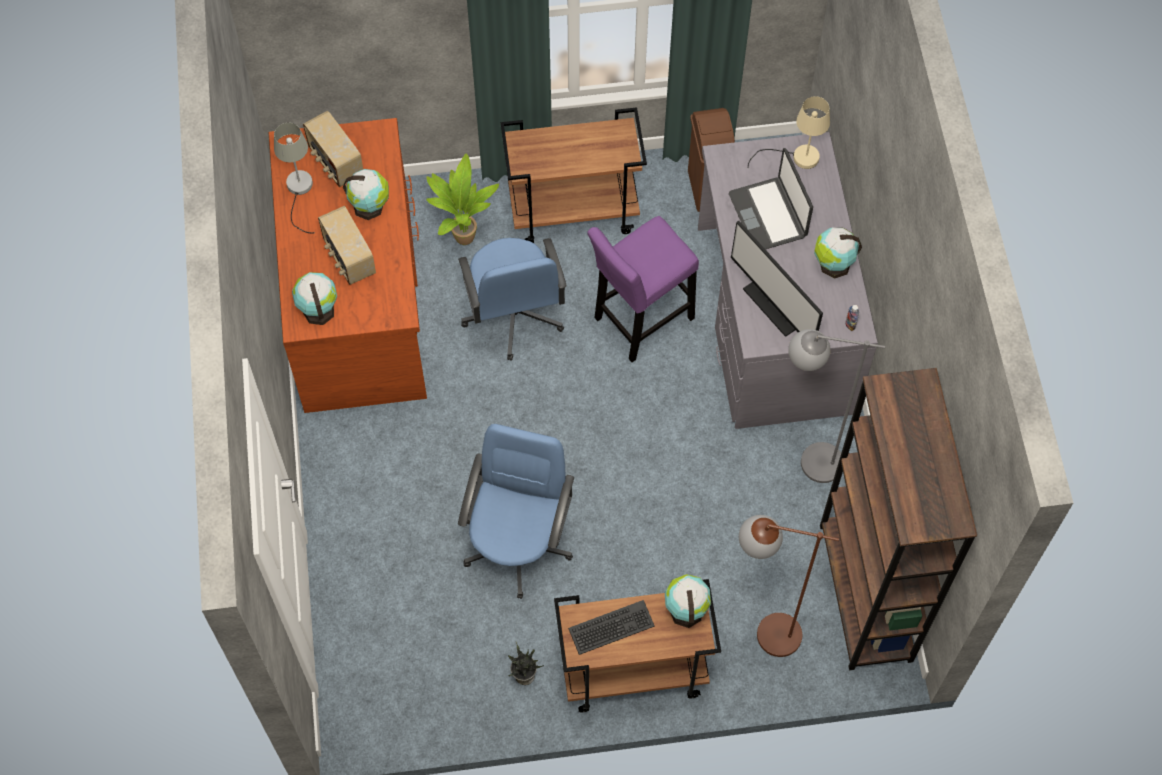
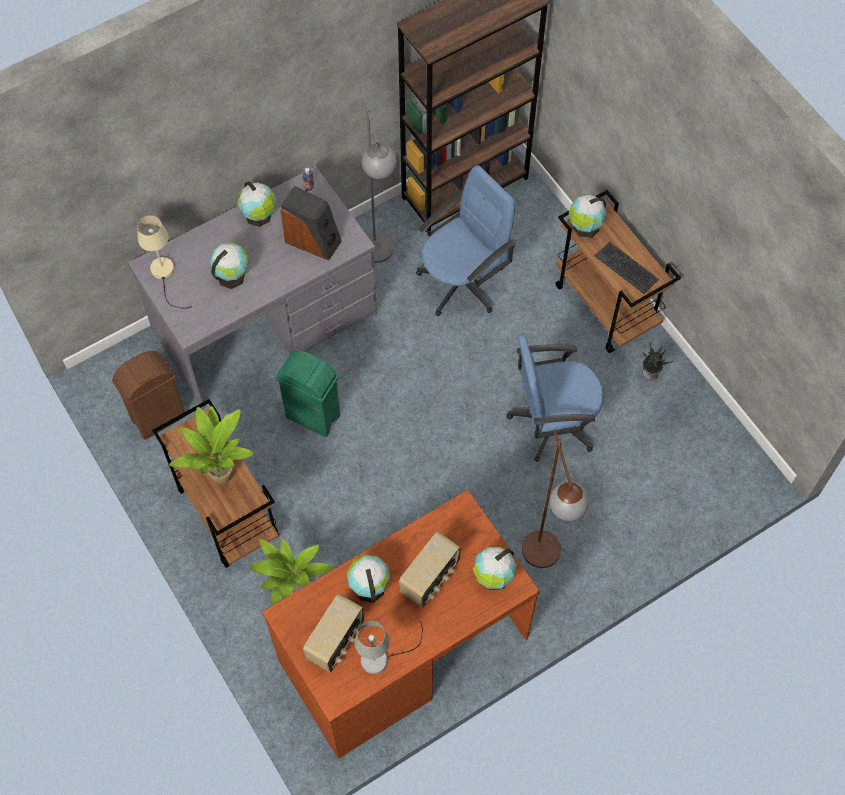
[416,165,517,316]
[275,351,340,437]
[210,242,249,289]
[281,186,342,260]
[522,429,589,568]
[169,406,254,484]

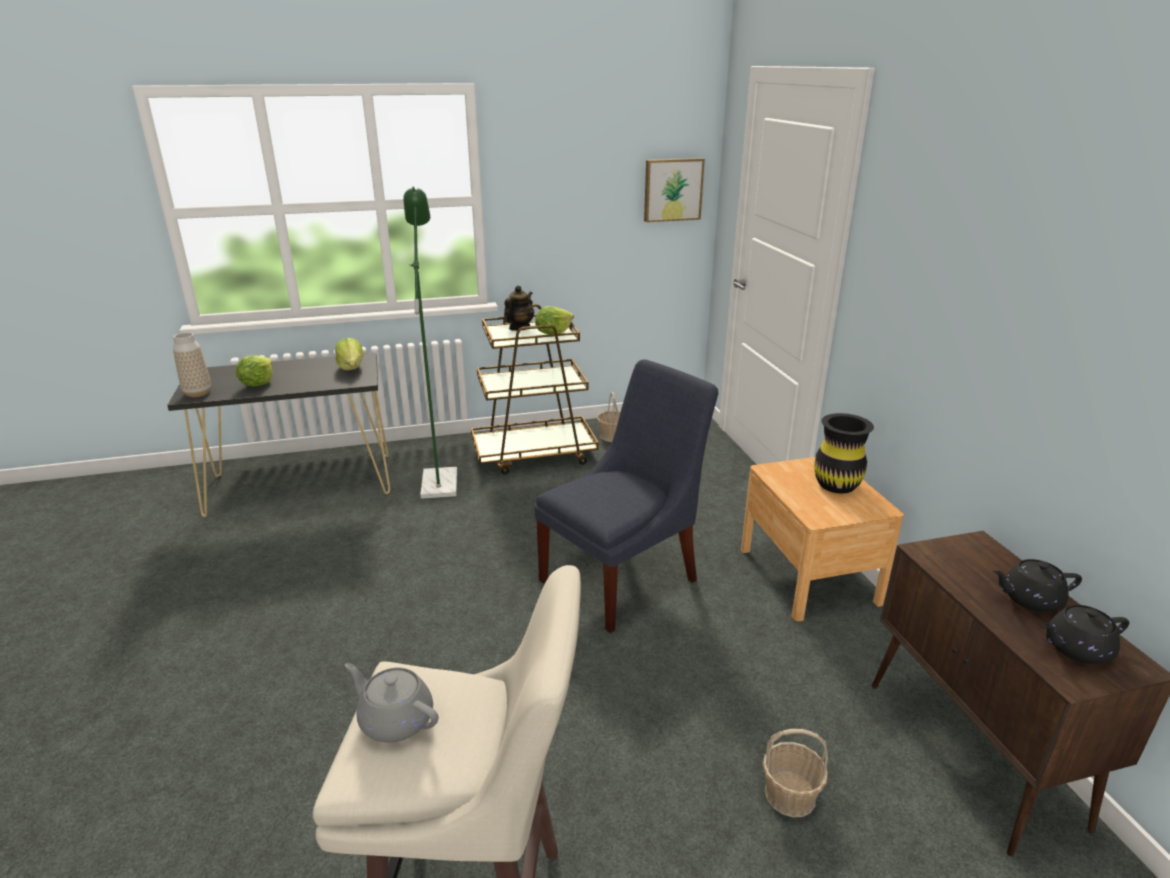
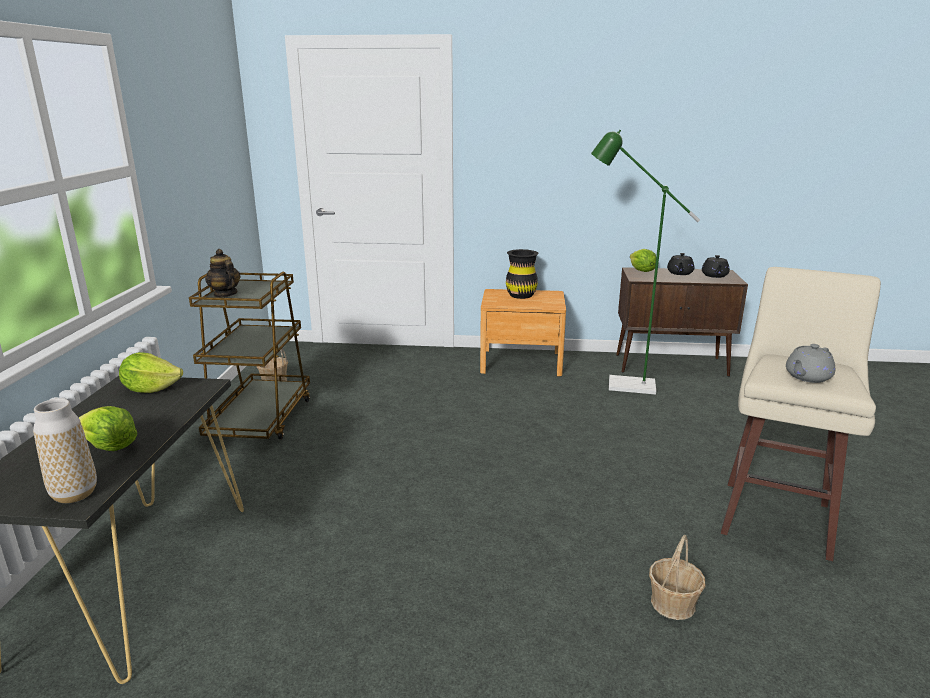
[591,130,700,395]
[534,359,718,633] (first image)
[630,249,656,272]
[644,158,705,222] (first image)
[649,535,705,620]

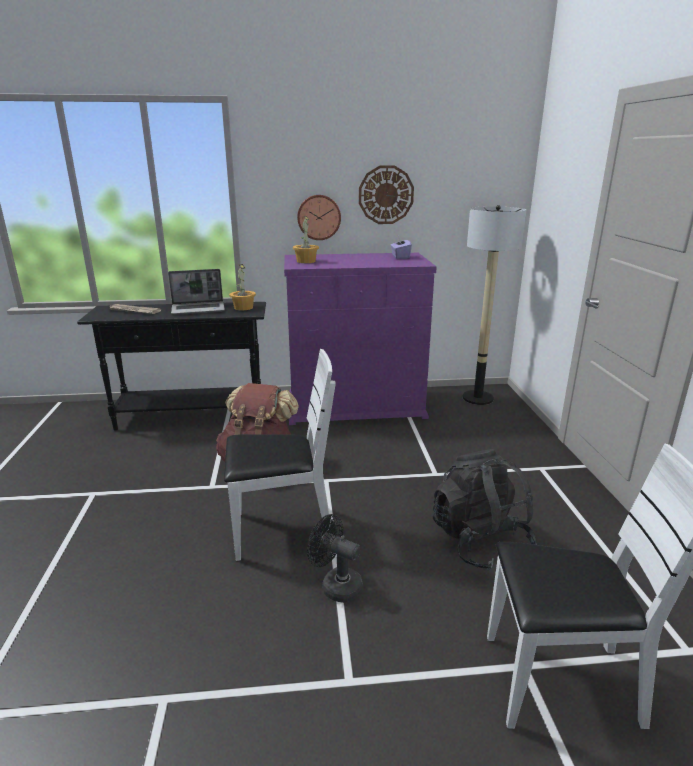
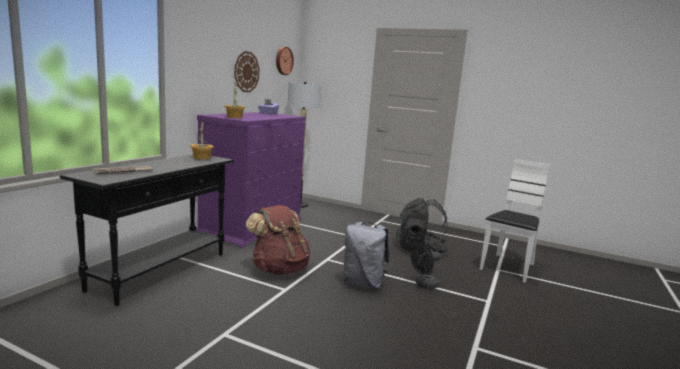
[168,269,225,315] (first image)
[343,222,390,289]
[276,47,294,75]

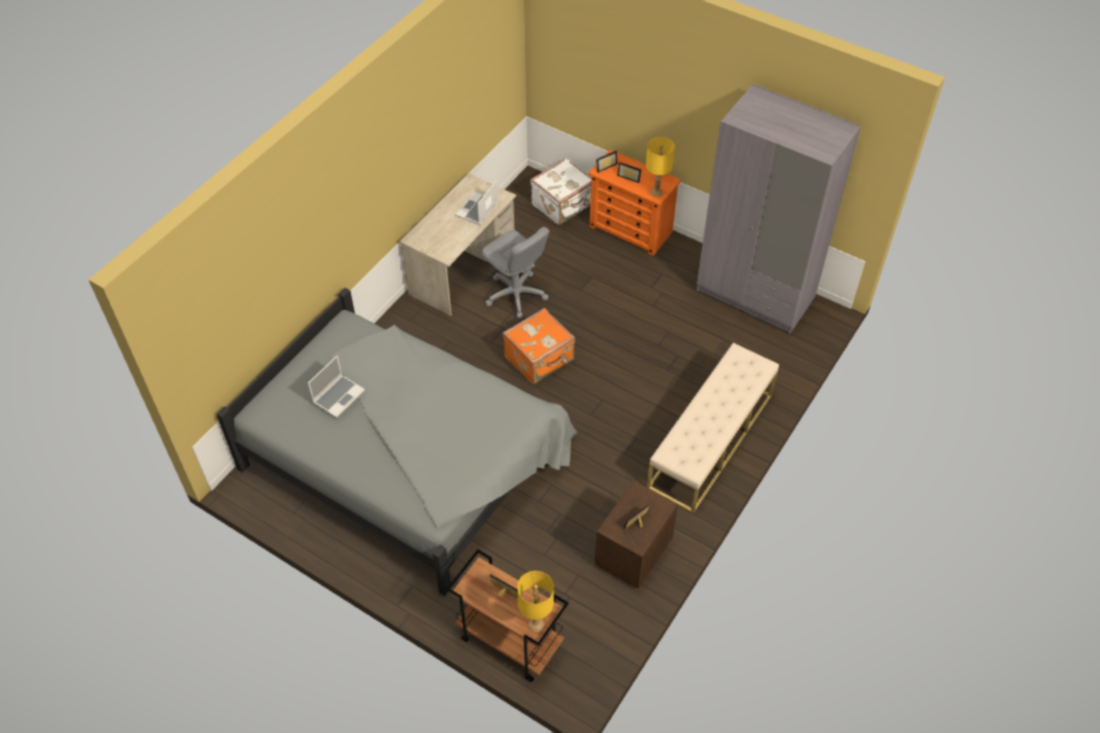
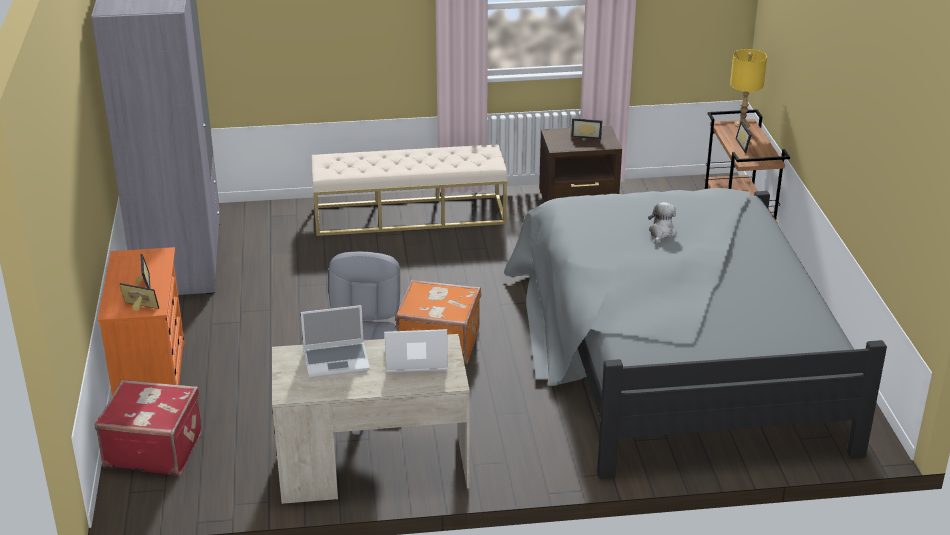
[385,329,448,373]
[95,380,202,476]
[646,137,675,197] (first image)
[648,202,676,244]

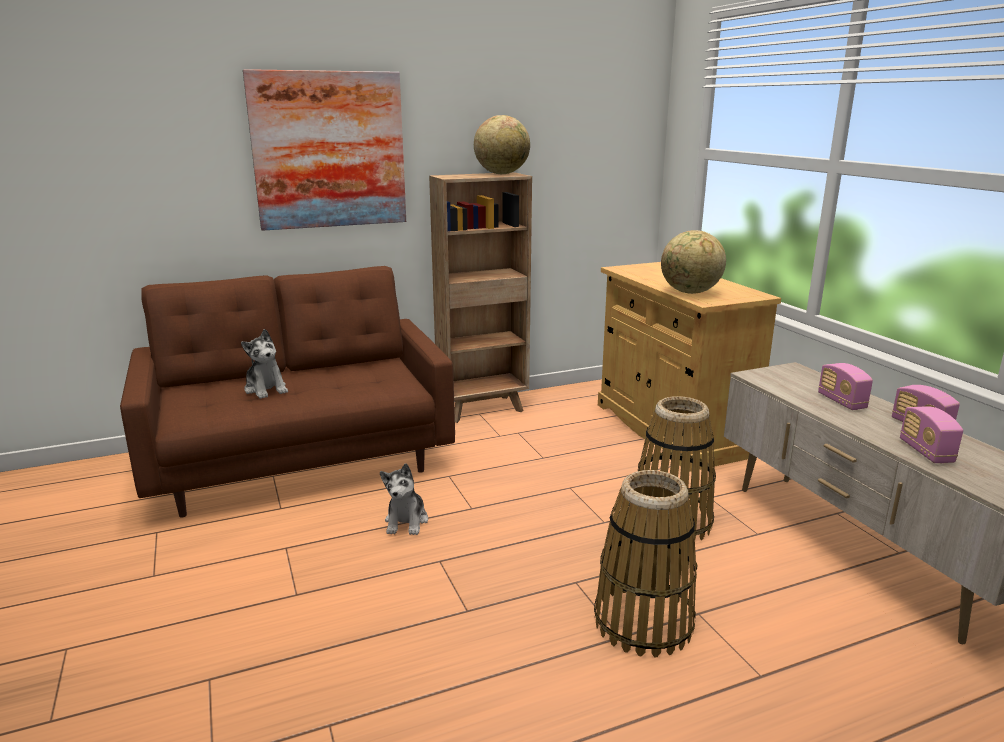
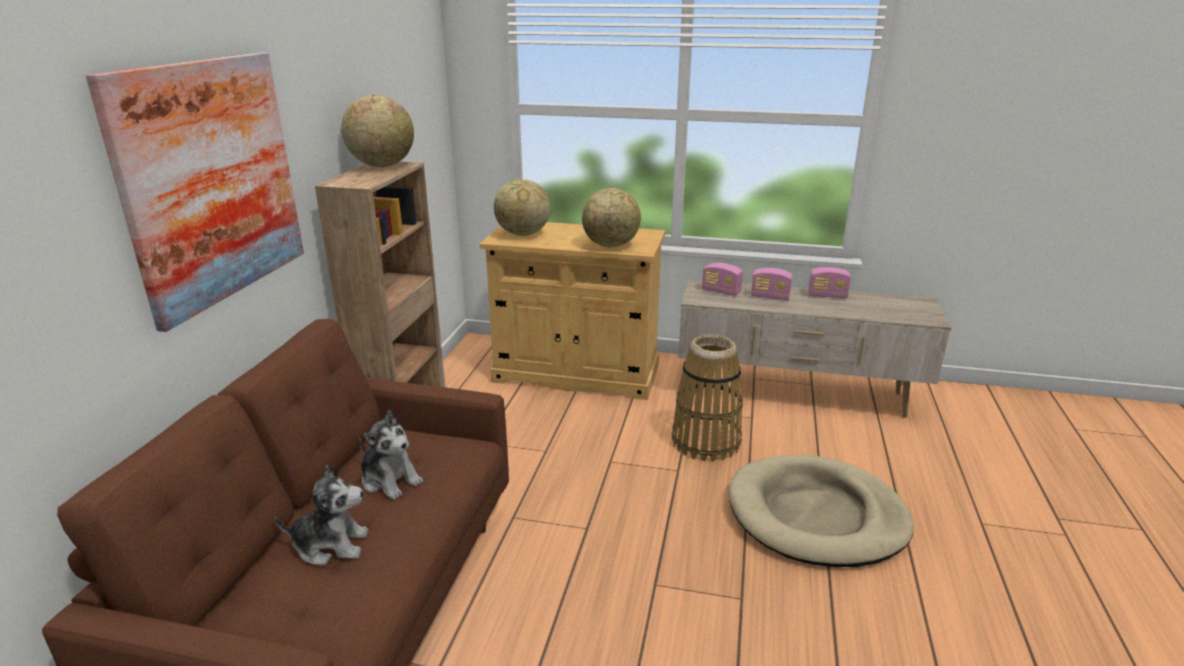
[359,410,423,500]
[728,455,914,567]
[702,263,743,296]
[494,179,550,236]

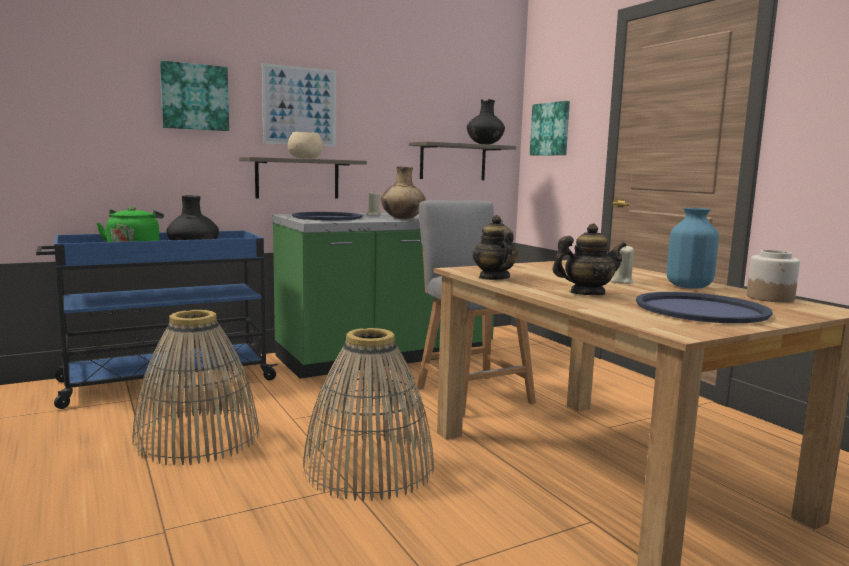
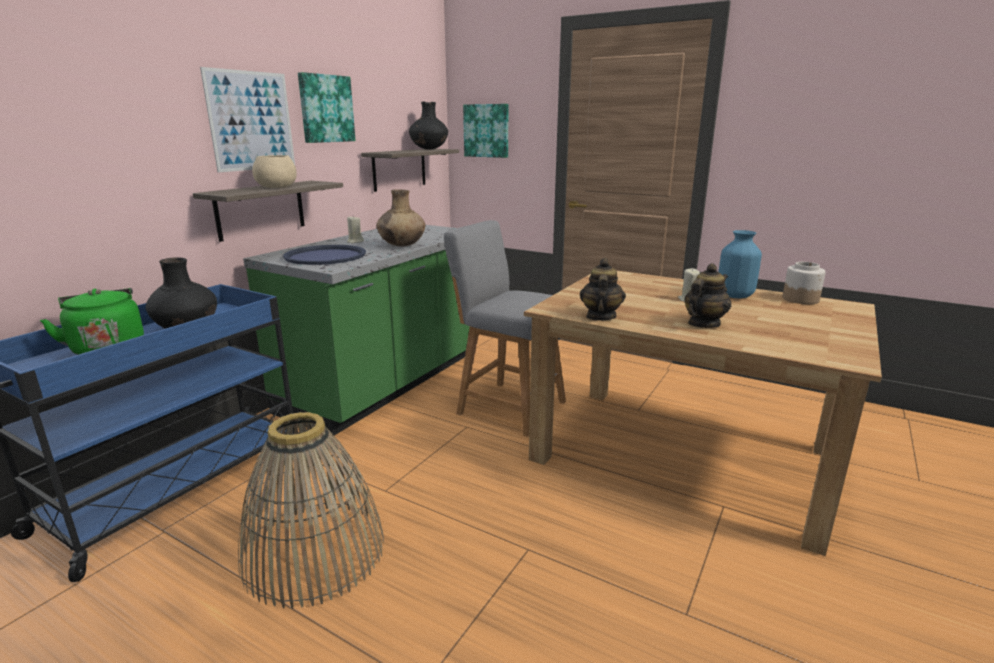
[298,72,356,143]
[303,328,434,501] (first image)
[580,258,626,321]
[636,292,773,323] (first image)

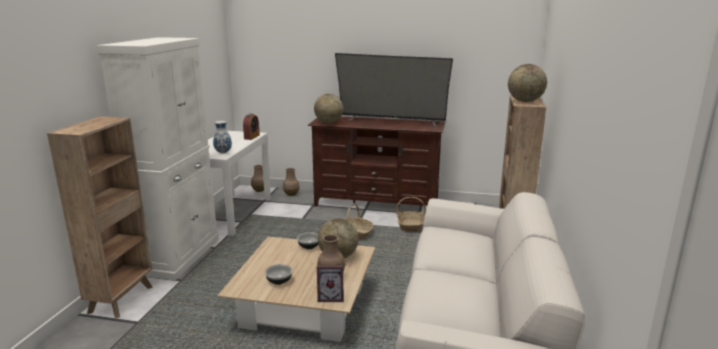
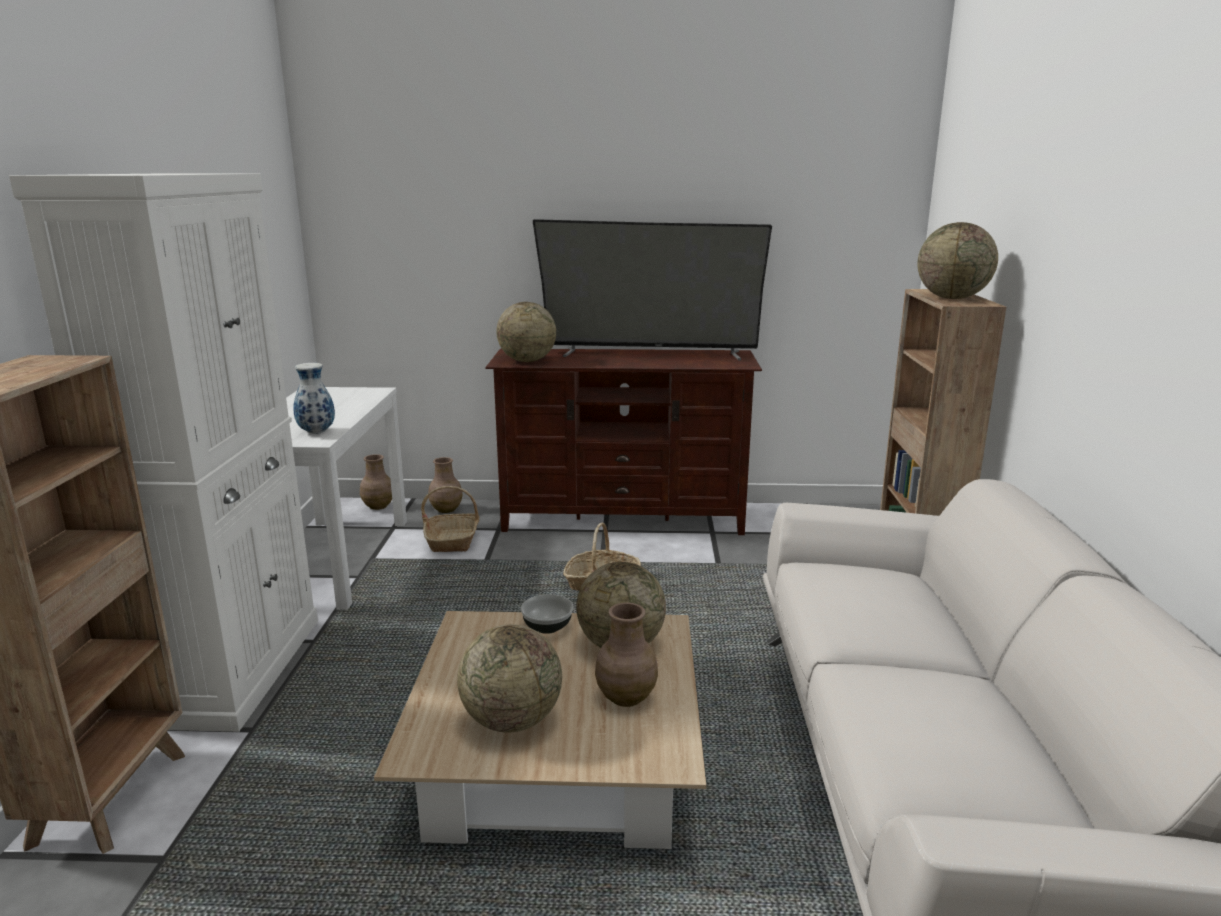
[243,114,260,140] (first image)
[457,624,562,732]
[317,266,344,302] (first image)
[421,486,479,552]

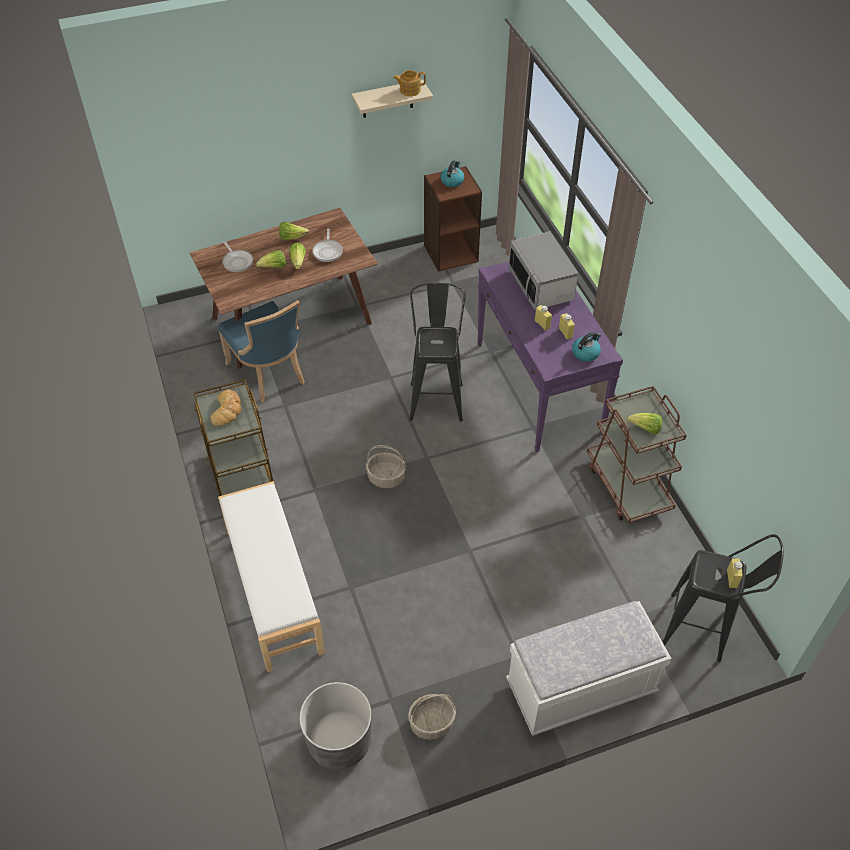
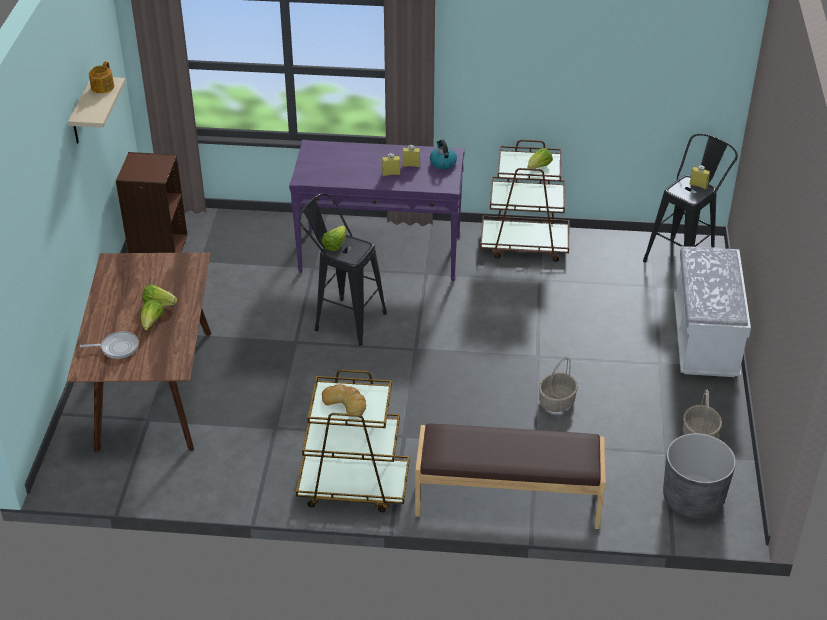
[218,300,305,402] (first image)
[415,423,606,529]
[321,225,346,251]
[312,229,343,262] (first image)
[539,357,578,412]
[440,160,464,187] (first image)
[509,231,578,310] (first image)

